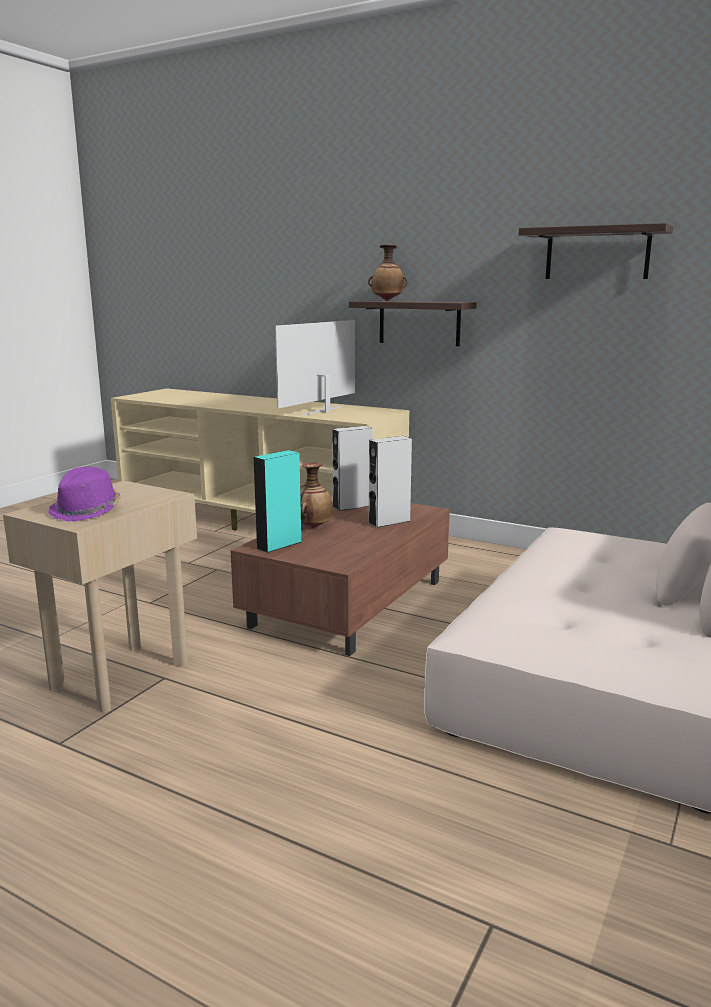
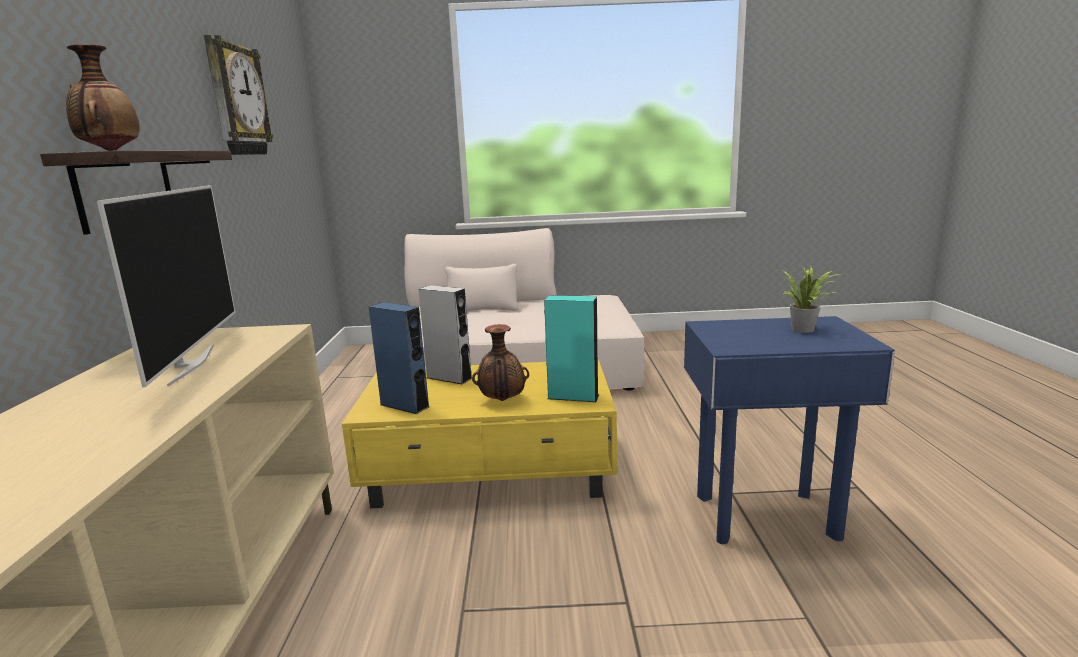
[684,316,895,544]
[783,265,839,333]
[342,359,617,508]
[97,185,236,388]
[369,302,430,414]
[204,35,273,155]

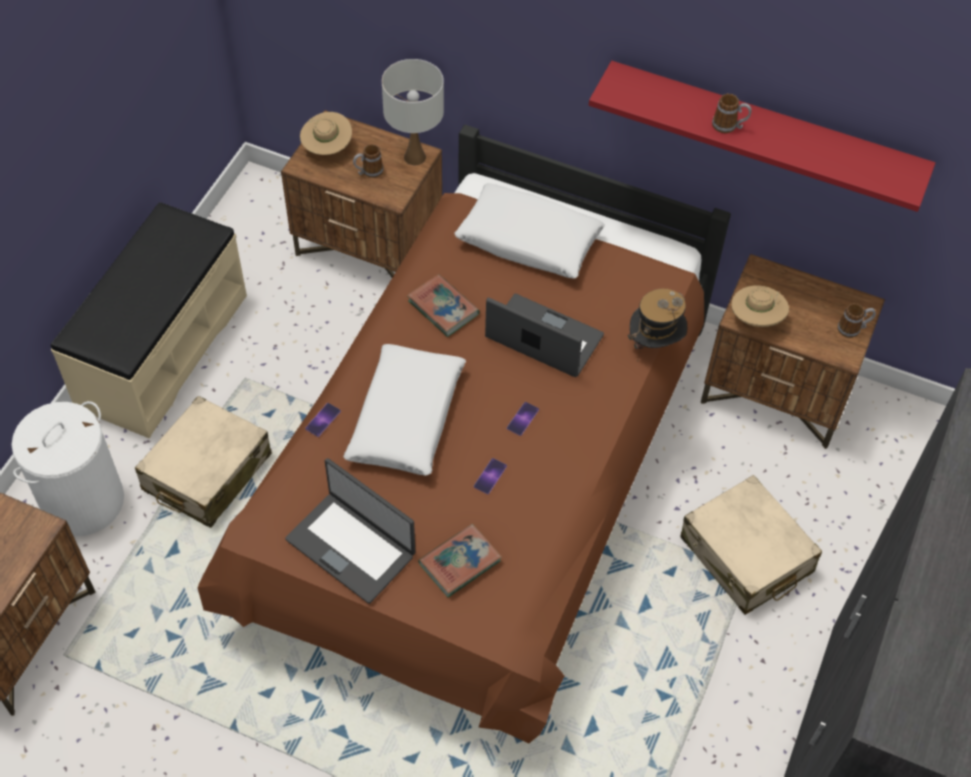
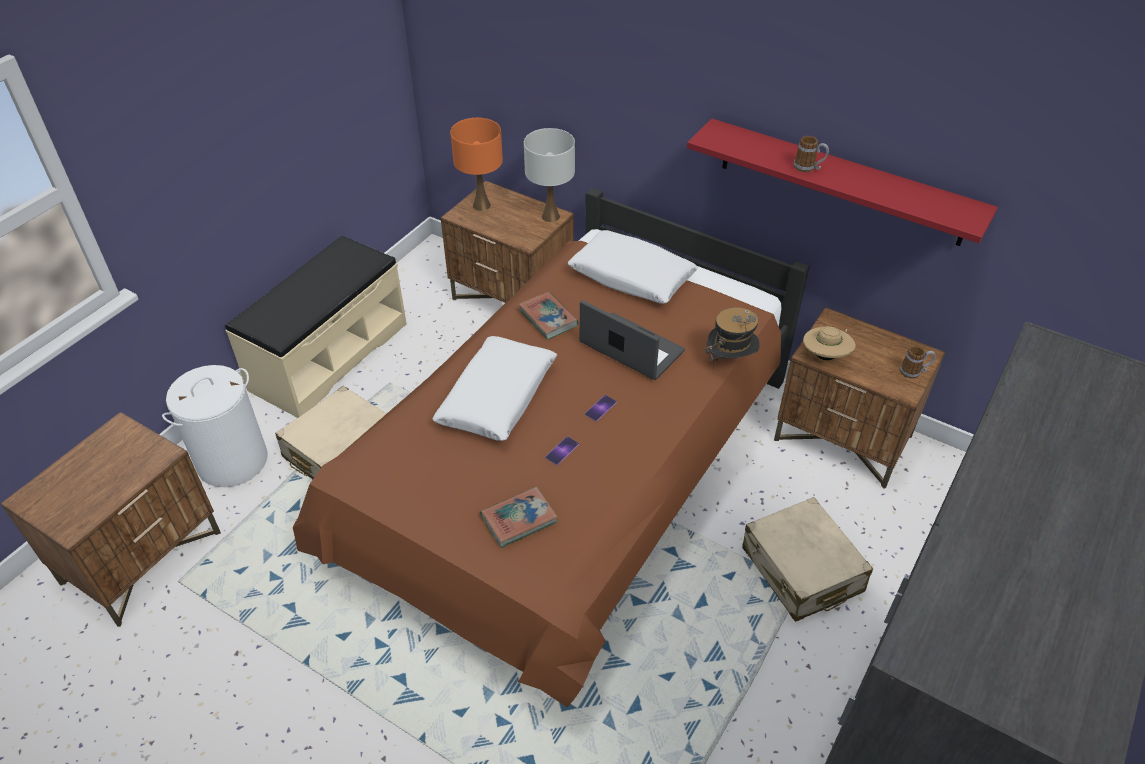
[285,458,415,604] (first image)
[450,118,503,211]
[305,403,341,437] (first image)
[353,144,384,178] (first image)

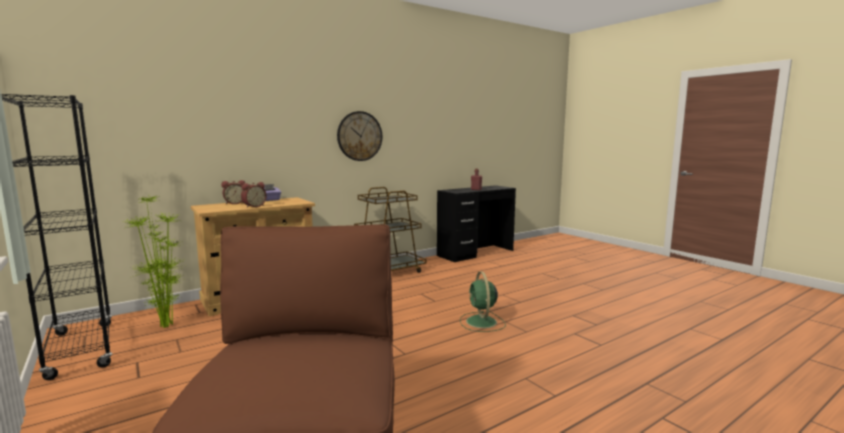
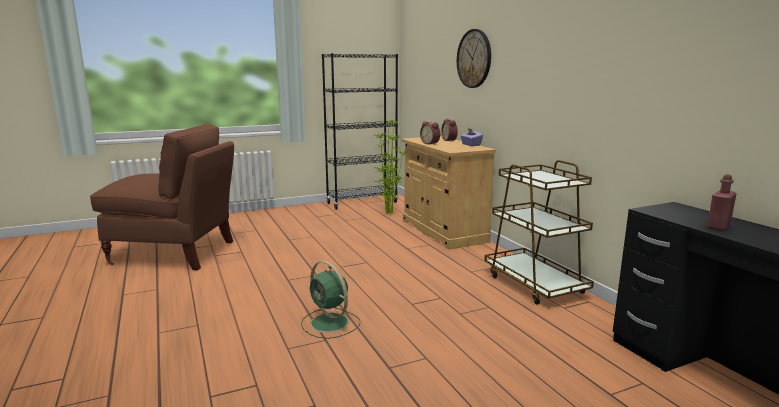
[457,29,491,88]
[301,261,360,339]

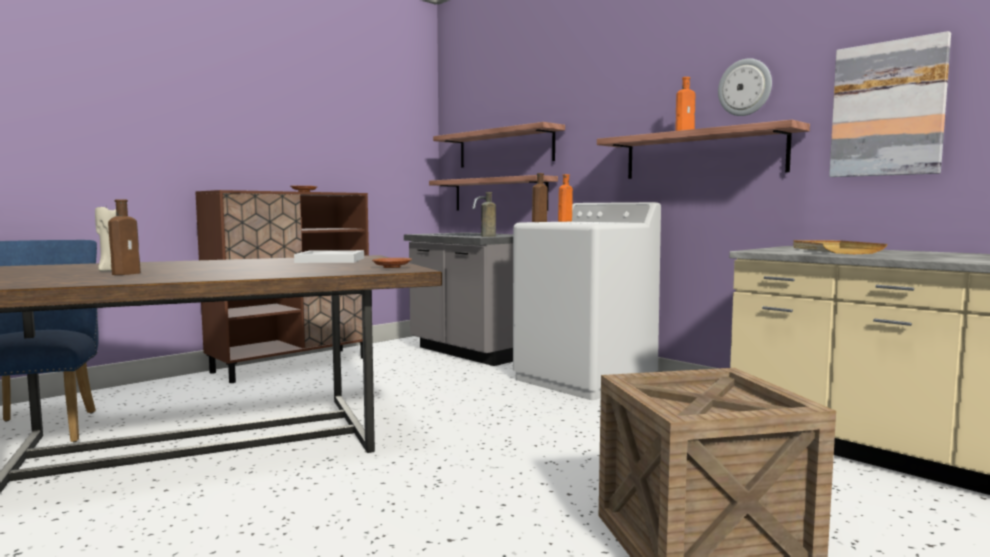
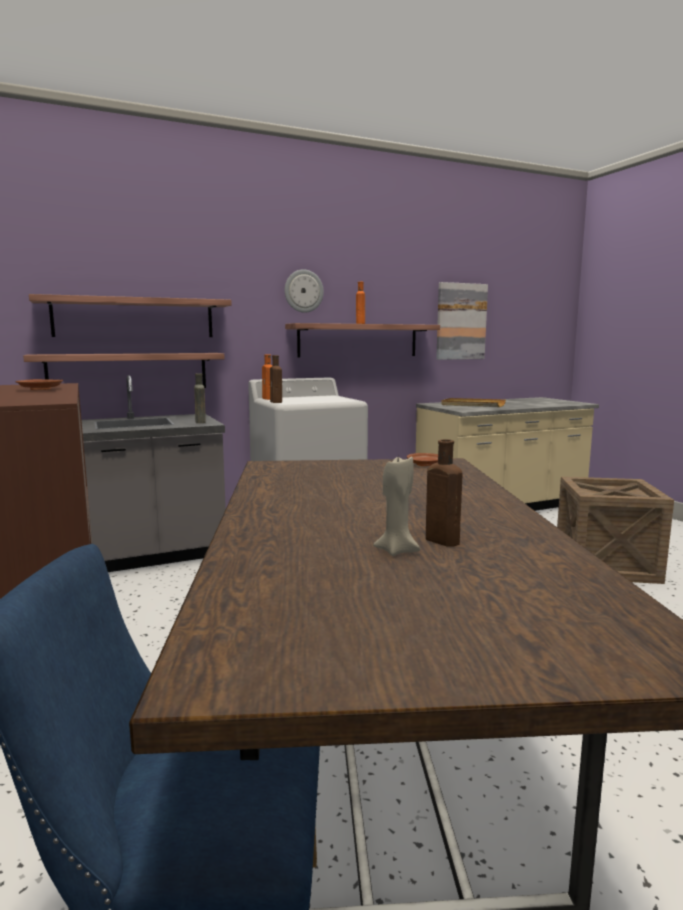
[294,250,364,263] (first image)
[285,269,324,313]

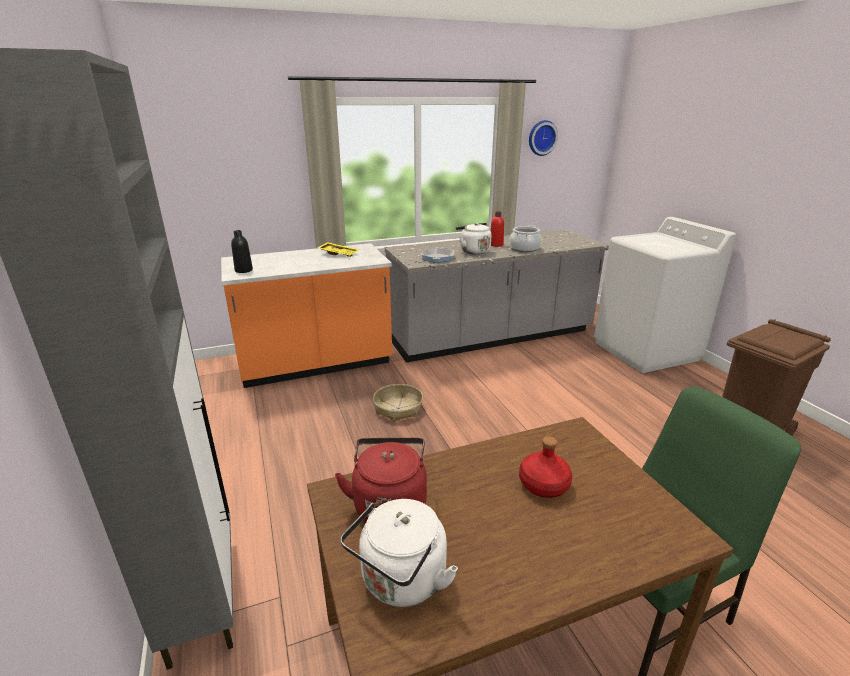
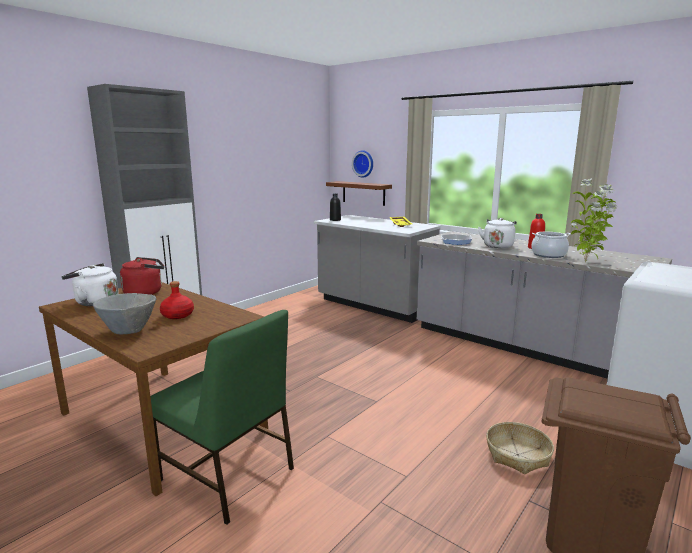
[314,215,441,323]
[486,422,554,474]
[352,150,373,178]
[93,293,156,334]
[326,181,392,206]
[571,178,618,262]

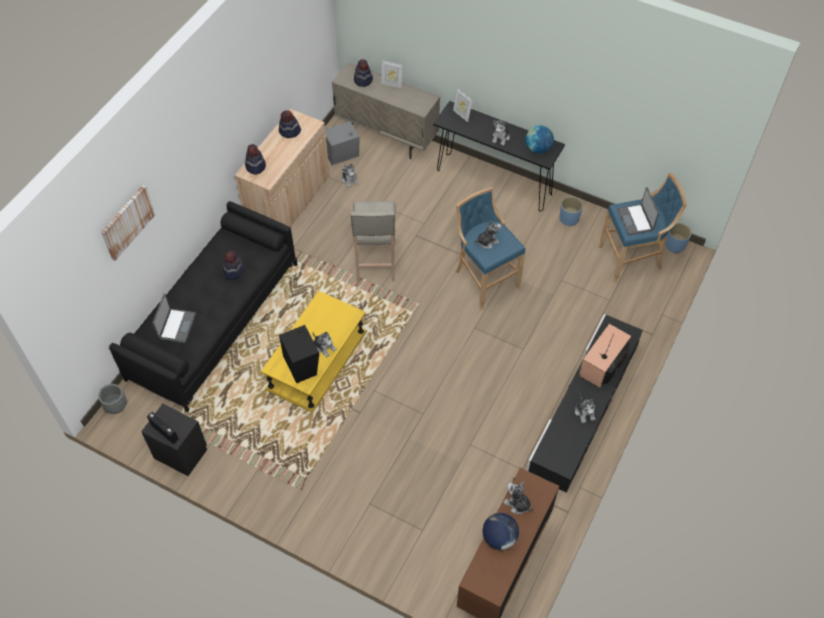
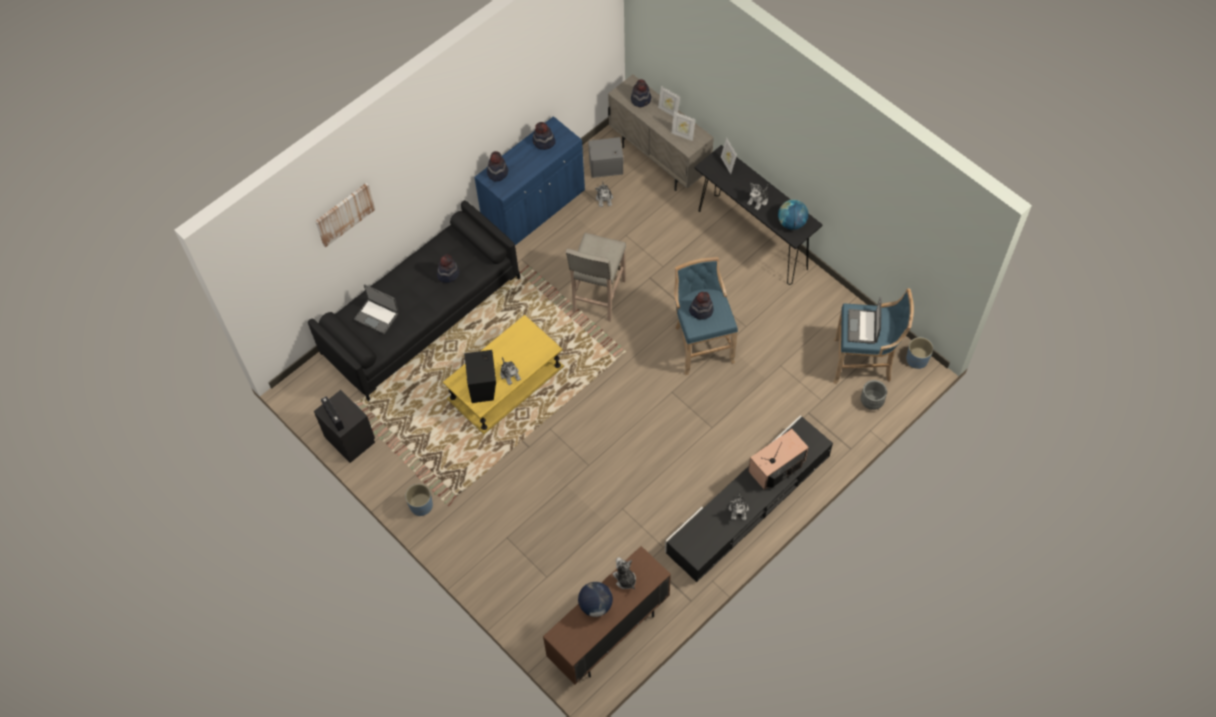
[861,380,887,410]
[354,284,399,334]
[474,116,585,245]
[689,292,714,319]
[405,484,433,516]
[671,112,696,141]

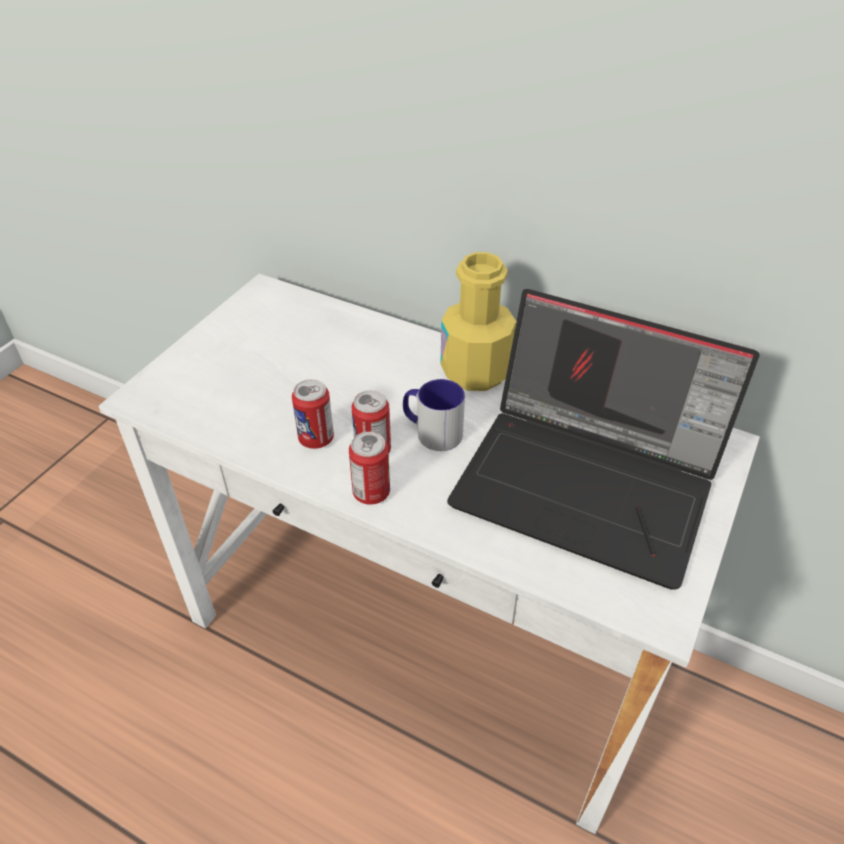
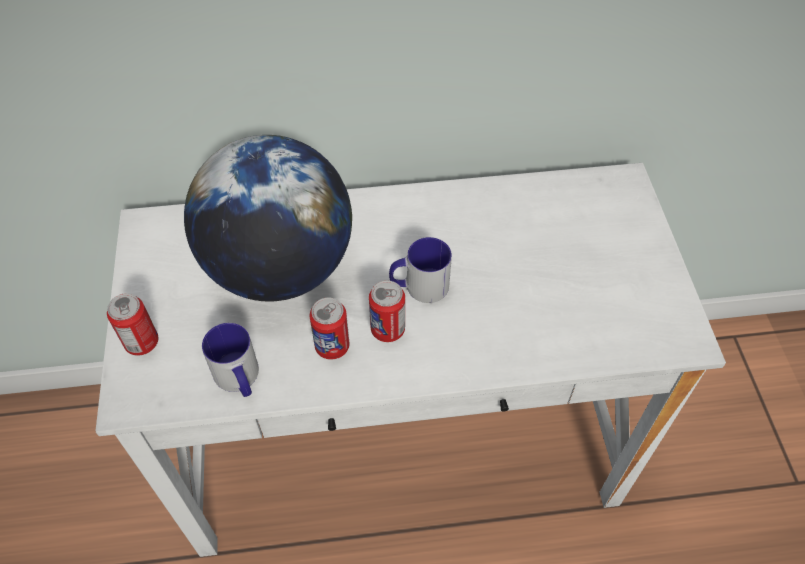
[107,293,159,356]
[440,252,516,391] (first image)
[447,289,760,589] (first image)
[184,135,352,301]
[202,323,259,397]

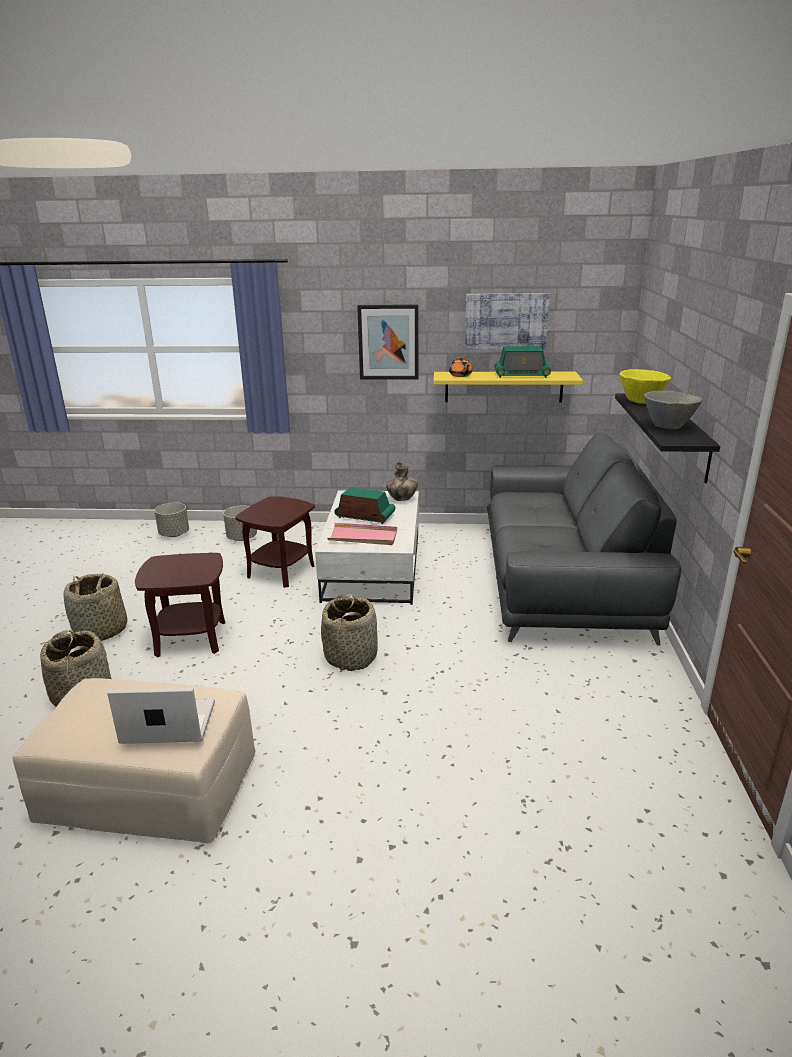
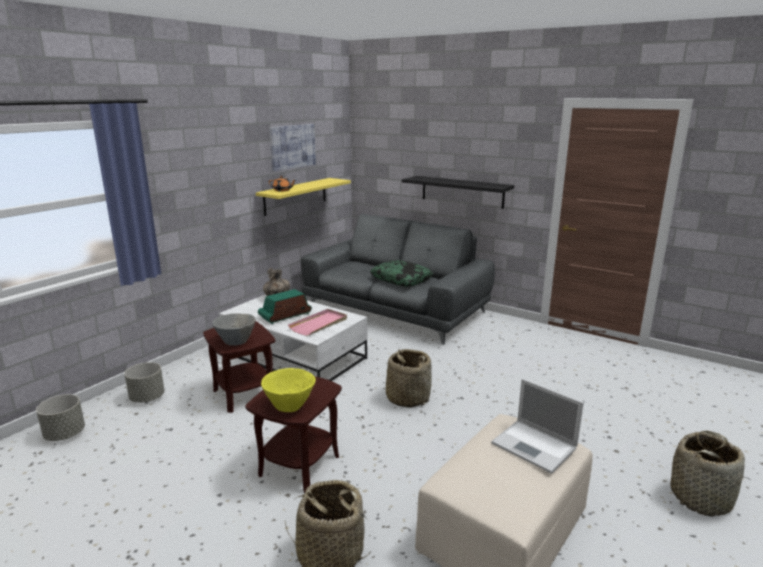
[670,430,745,516]
[491,379,584,474]
[357,304,419,379] (first image)
[495,346,551,378] (first image)
[261,368,316,412]
[212,313,256,346]
[370,260,433,287]

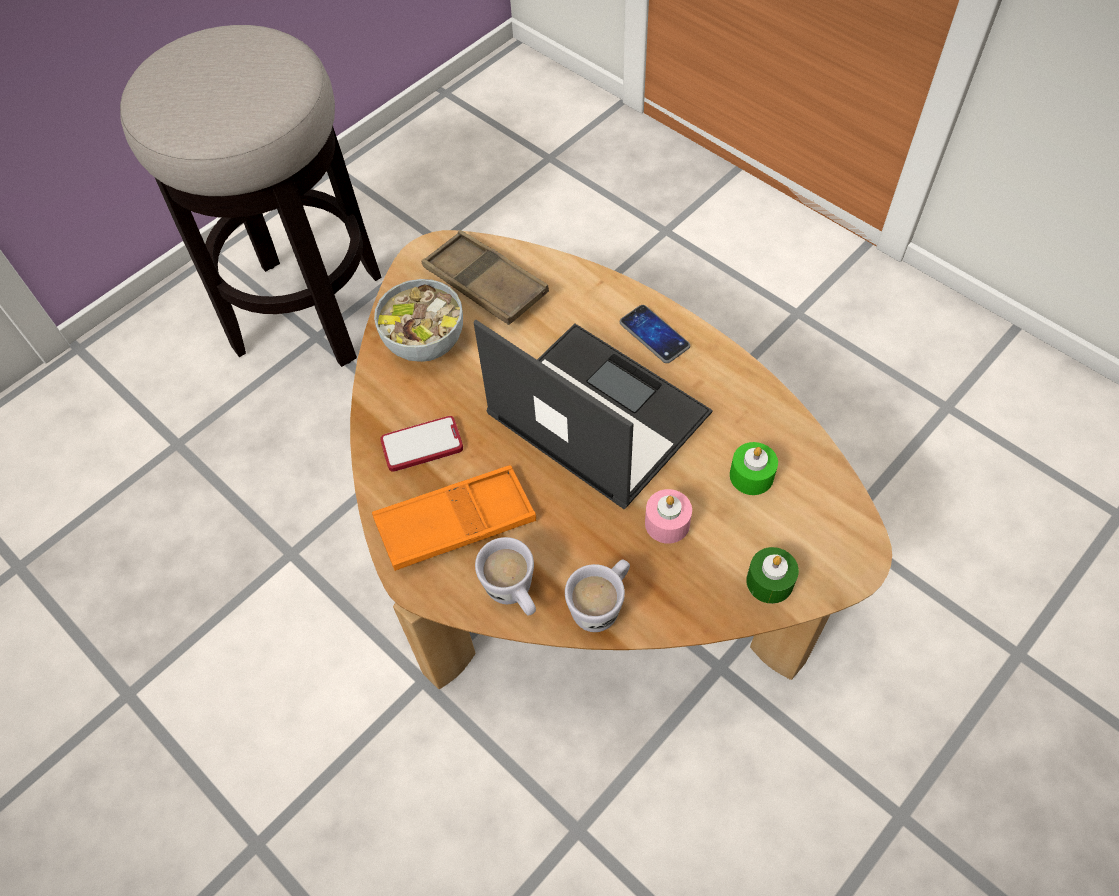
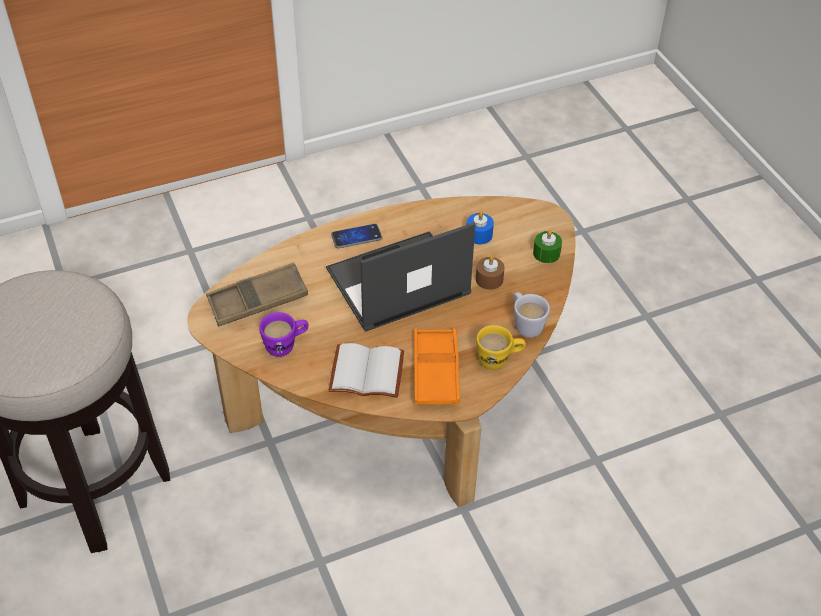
[259,312,309,357]
[328,343,404,398]
[476,325,526,370]
[476,256,505,290]
[467,211,494,244]

